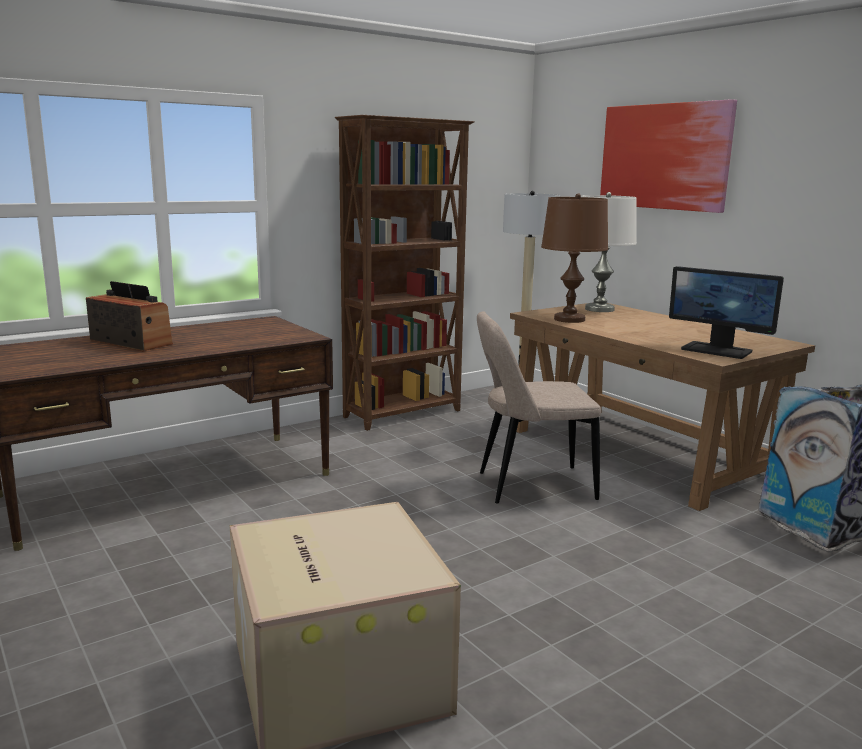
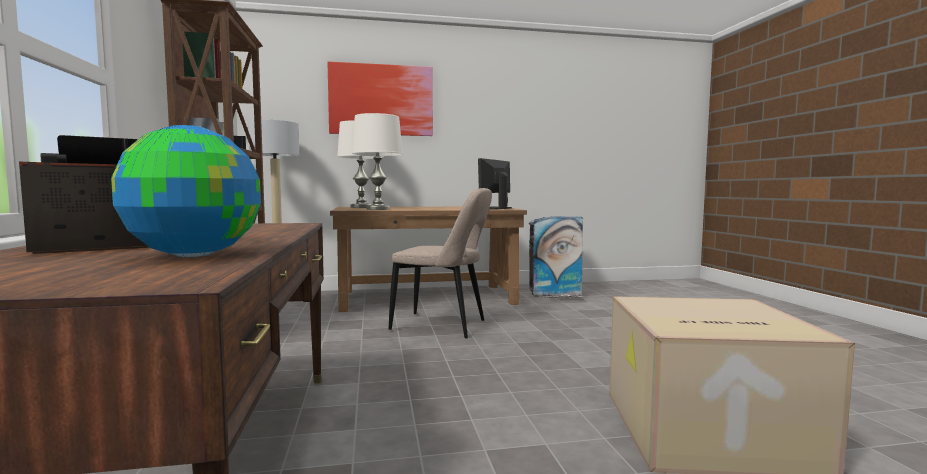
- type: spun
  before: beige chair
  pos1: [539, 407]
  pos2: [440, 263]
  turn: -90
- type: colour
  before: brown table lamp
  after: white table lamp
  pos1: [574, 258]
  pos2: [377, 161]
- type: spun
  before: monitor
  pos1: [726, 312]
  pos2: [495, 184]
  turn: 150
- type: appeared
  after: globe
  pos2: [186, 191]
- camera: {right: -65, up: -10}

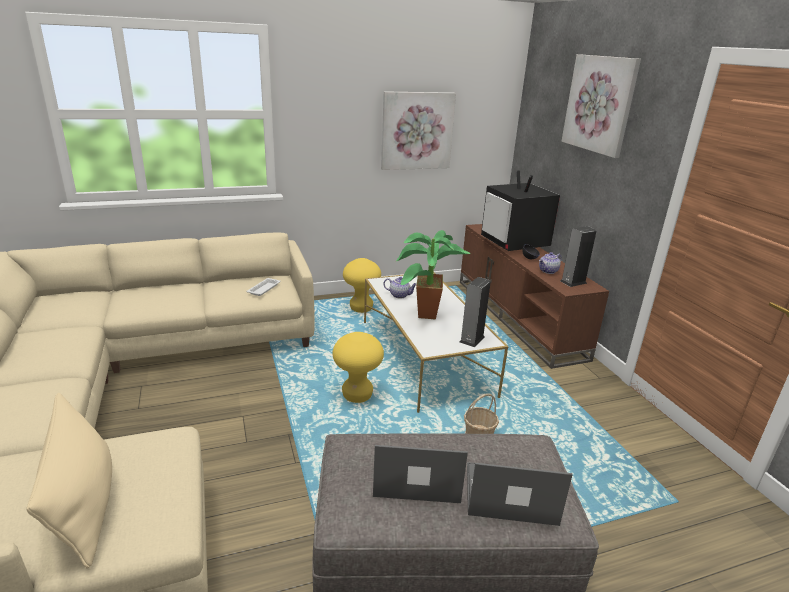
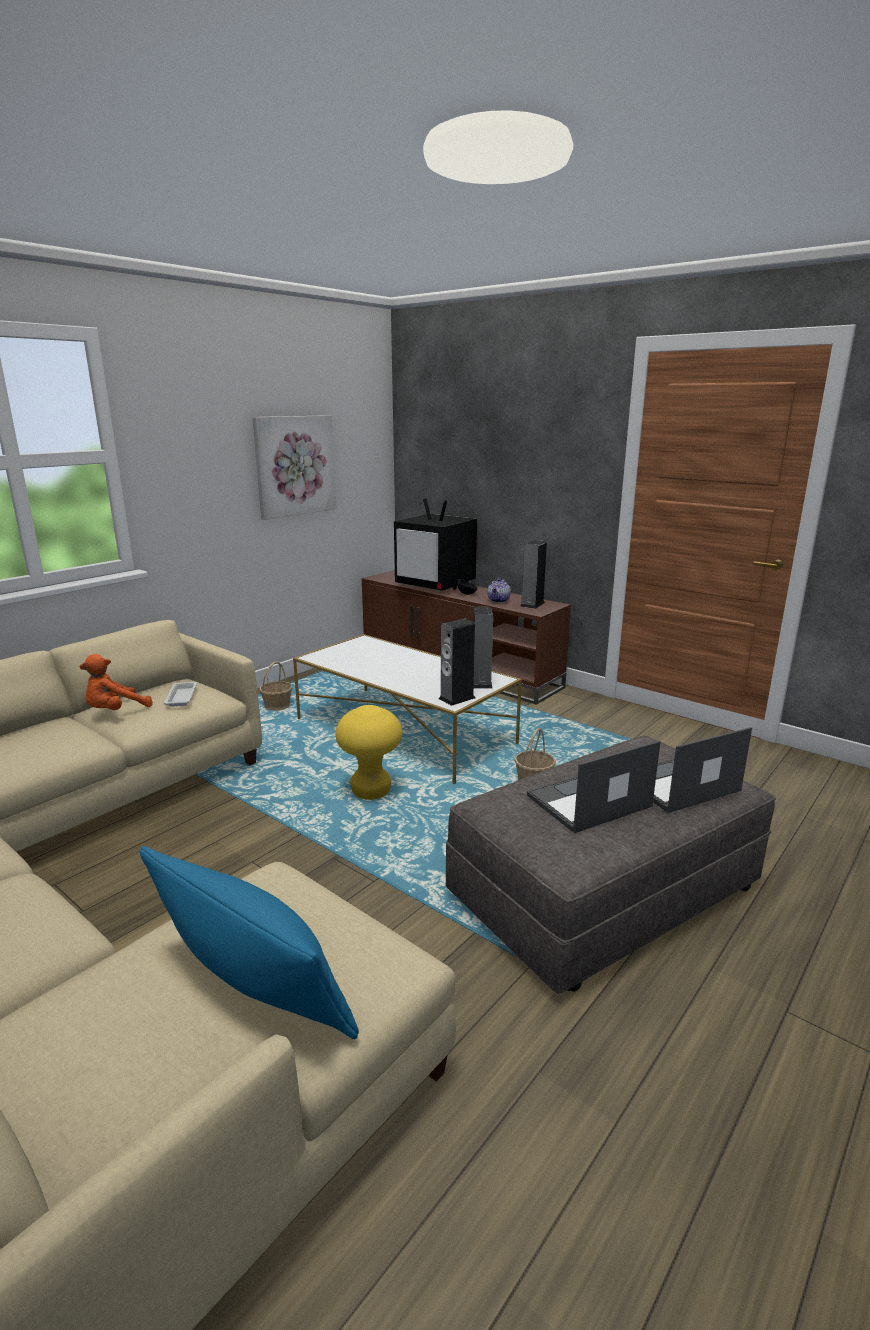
- type: colour
  before: beige pillow
  after: blue pillow
  pos1: [69, 481]
  pos2: [249, 942]
- type: exchanged
  before: yellow stool
  after: basket
  pos1: [362, 285]
  pos2: [275, 686]
- type: missing
  before: teapot
  pos1: [400, 288]
- type: missing
  before: potted plant
  pos1: [433, 275]
- type: missing
  before: picture
  pos1: [601, 106]
- type: appeared
  after: orange plush toy
  pos2: [116, 682]
- type: appeared
  after: speaker
  pos2: [457, 662]
- camera: {right: -30, up: -5}

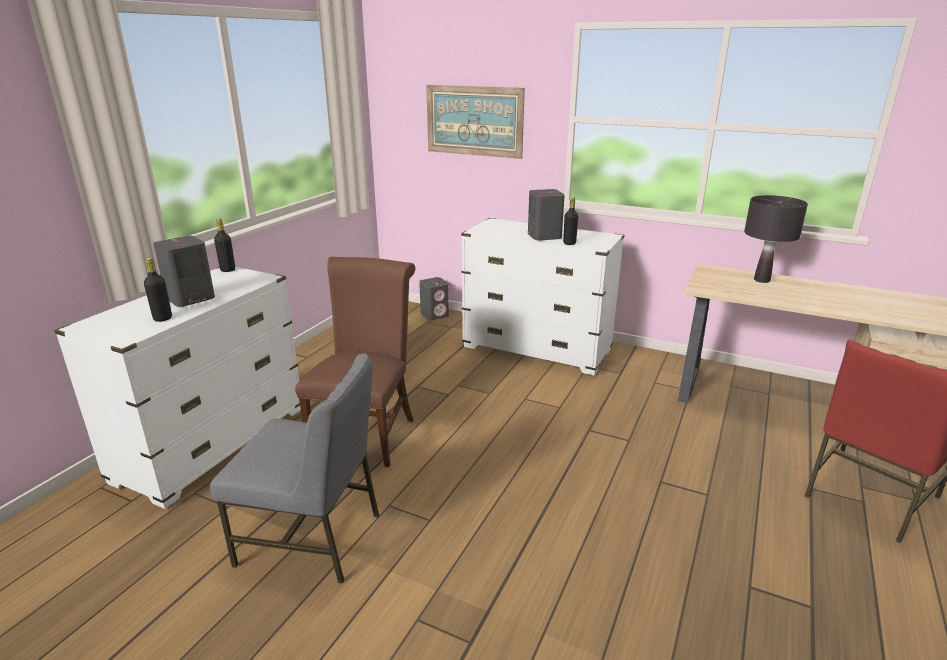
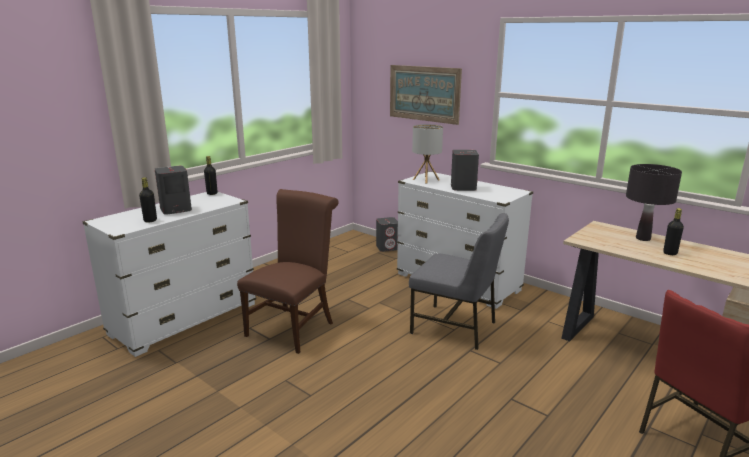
- type: relocated
  before: grey chair
  pos1: [294, 468]
  pos2: [459, 281]
- type: relocated
  before: black bottle
  pos1: [571, 221]
  pos2: [673, 231]
- type: appeared
  after: table lamp
  pos2: [427, 153]
- camera: {right: 15, up: -5}

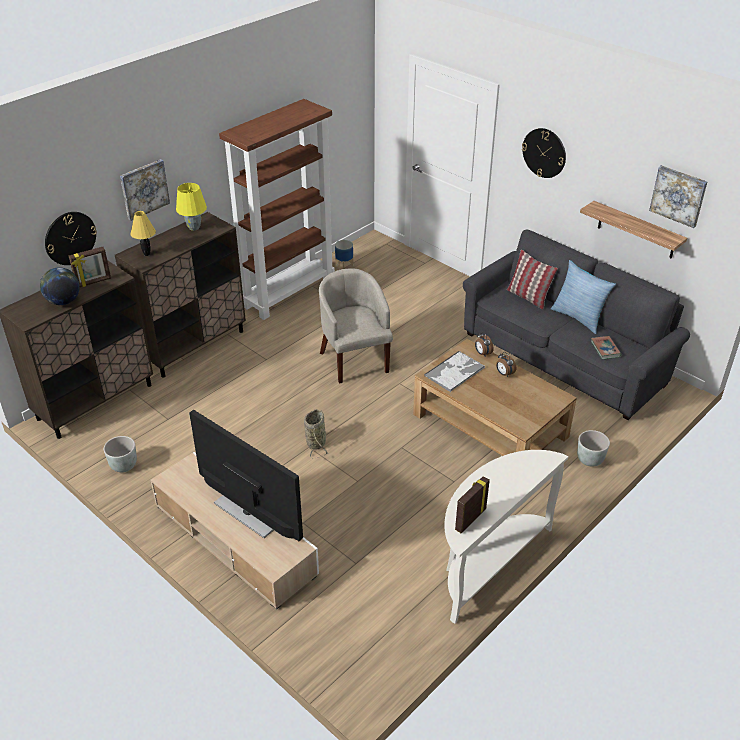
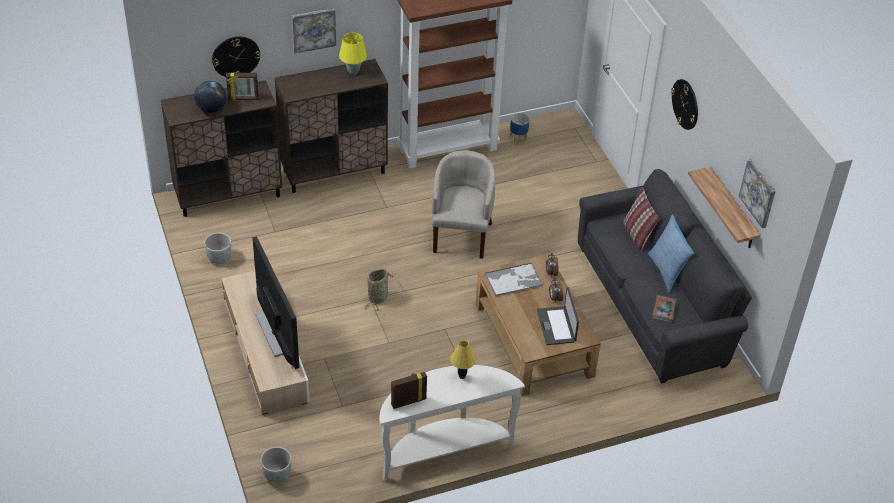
- type: relocated
  before: yellow table lamp
  pos1: [143, 233]
  pos2: [463, 359]
- type: relocated
  before: grey planter
  pos1: [593, 448]
  pos2: [276, 465]
- type: appeared
  after: laptop
  pos2: [558, 316]
- camera: {right: 25, up: 5}

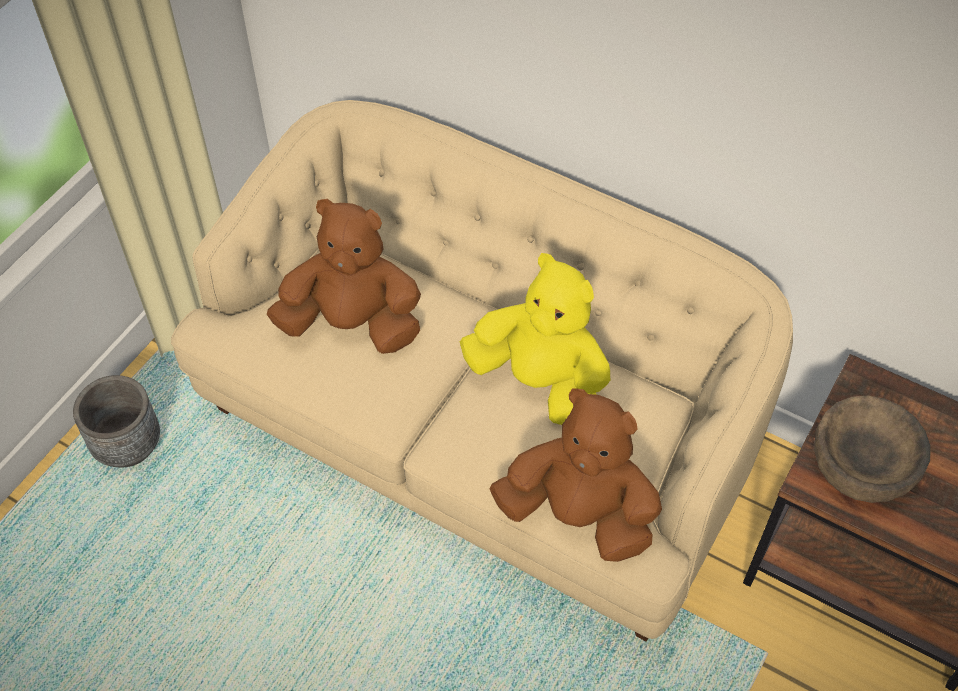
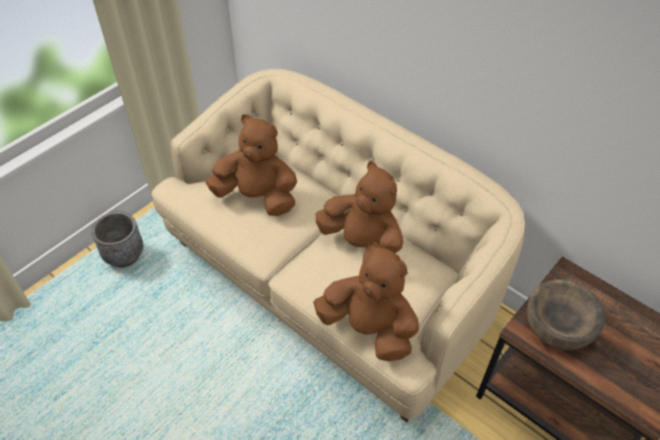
- type: colour
  before: yellow plush toy
  after: brown plush toy
  pos1: [535, 339]
  pos2: [359, 212]
- camera: {right: 10, up: -5}

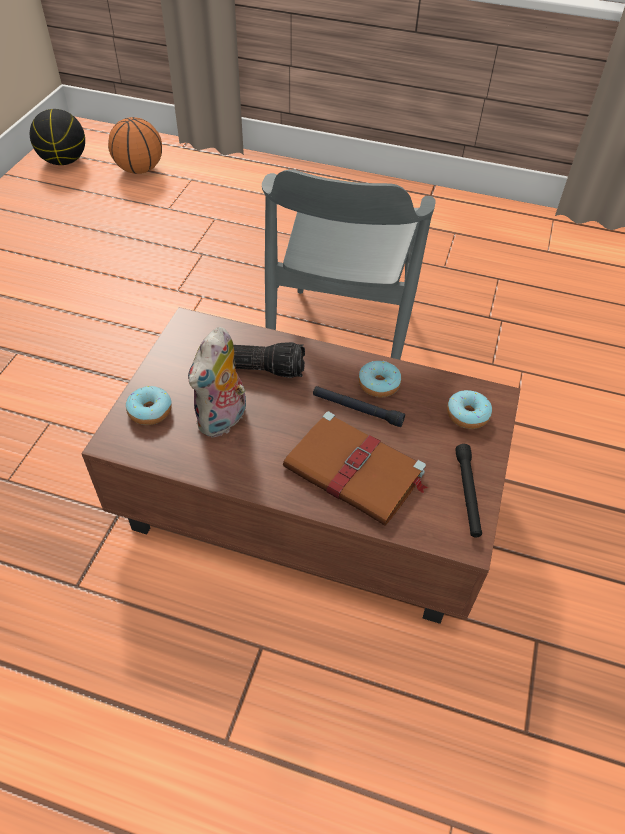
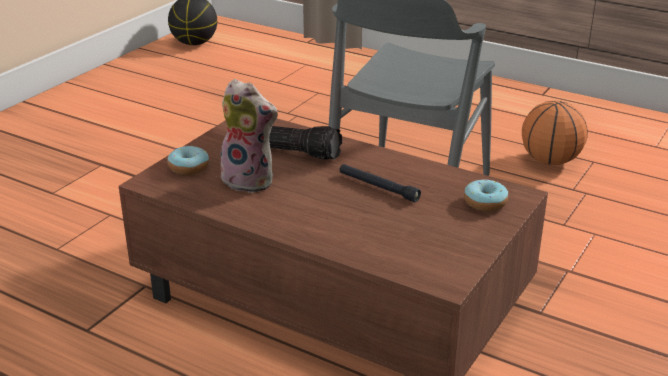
- type: relocated
  before: basketball
  pos1: [135, 145]
  pos2: [555, 132]
- type: spun
  before: plush toy
  pos1: [217, 382]
  pos2: [248, 136]
  turn: -105
- type: missing
  before: brown book
  pos1: [355, 468]
- type: missing
  before: donut
  pos1: [379, 379]
- type: missing
  before: black flashlight
  pos1: [468, 491]
- camera: {right: 15, up: -20}

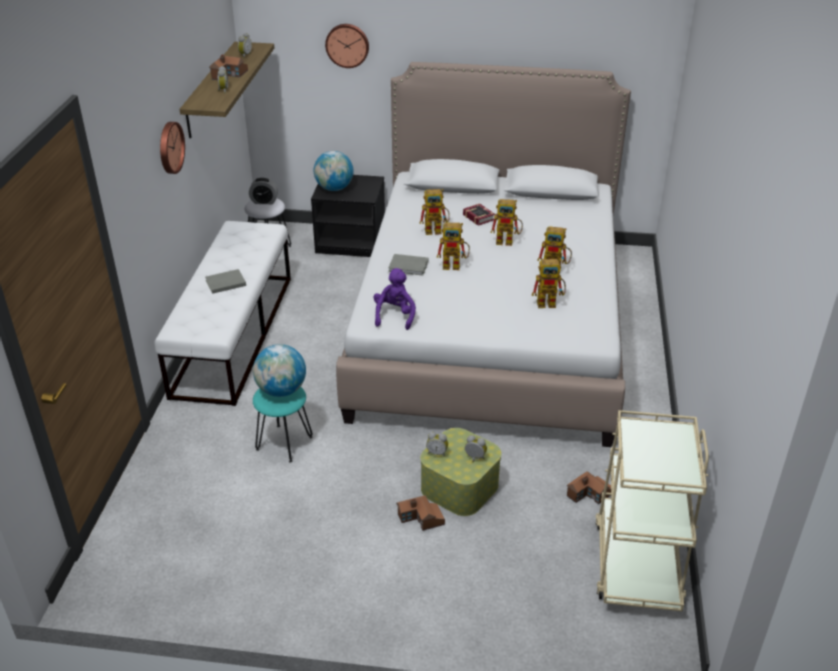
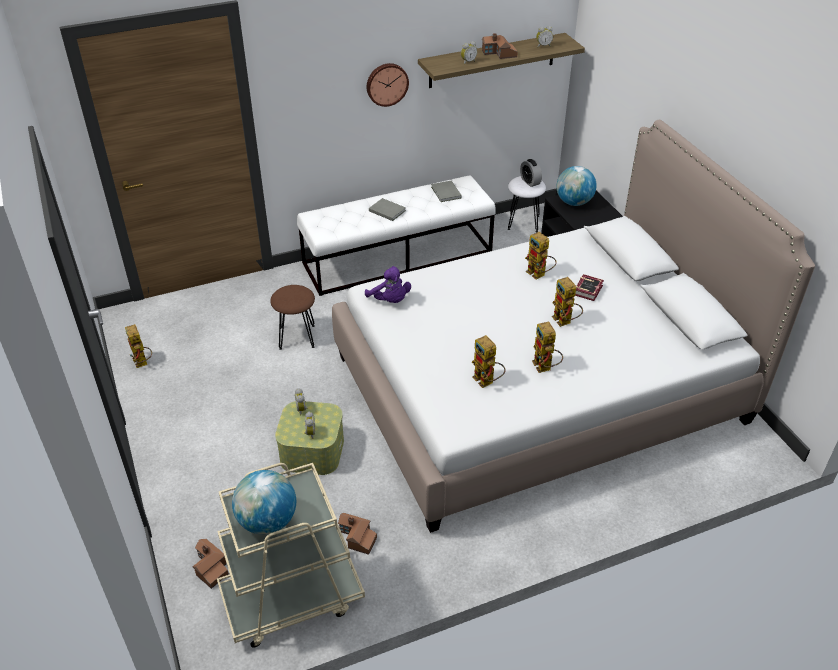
- type: relocated
  before: globe
  pos1: [279, 370]
  pos2: [264, 502]
- type: colour
  before: turquoise stool
  after: brown stool
  pos1: [283, 425]
  pos2: [292, 317]
- type: missing
  before: wall clock
  pos1: [347, 46]
- type: spun
  before: purple plush toy
  pos1: [395, 299]
  pos2: [388, 284]
  turn: 75
- type: relocated
  before: grey book
  pos1: [408, 265]
  pos2: [446, 191]
- type: relocated
  before: toy house
  pos1: [420, 513]
  pos2: [211, 564]
- type: relocated
  before: toy robot
  pos1: [453, 246]
  pos2: [138, 346]
- camera: {right: 60, up: 5}

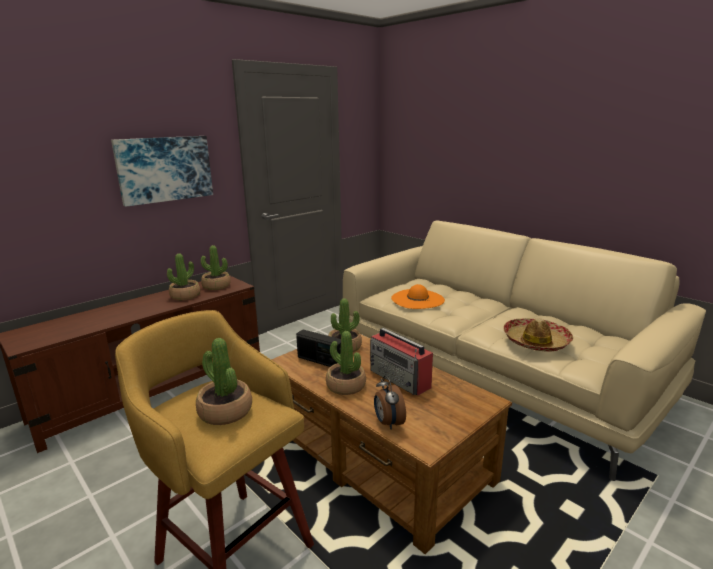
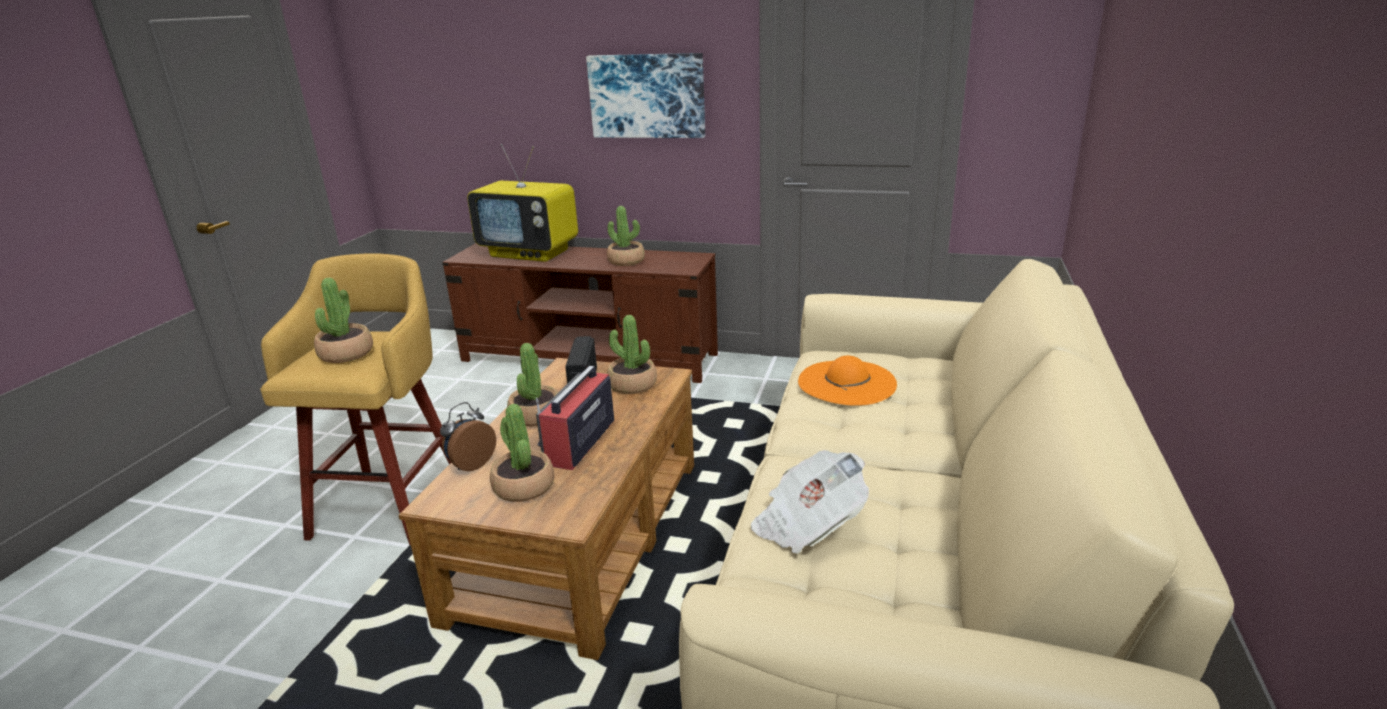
- type: relocated
  before: potted plant
  pos1: [216, 267]
  pos2: [522, 453]
- type: exchanged
  before: hat
  after: newspaper
  pos1: [538, 335]
  pos2: [810, 502]
- type: appeared
  after: television
  pos2: [522, 203]
- camera: {right: 60, up: 5}

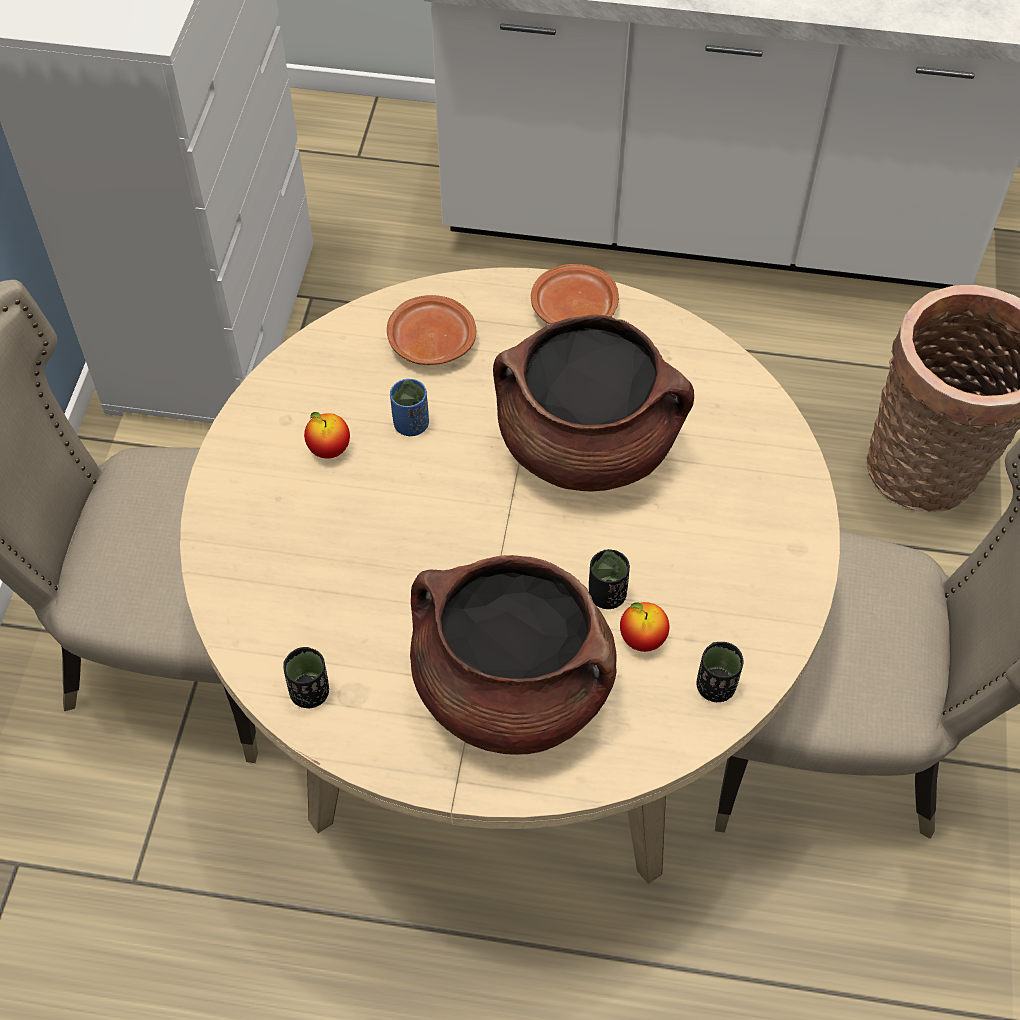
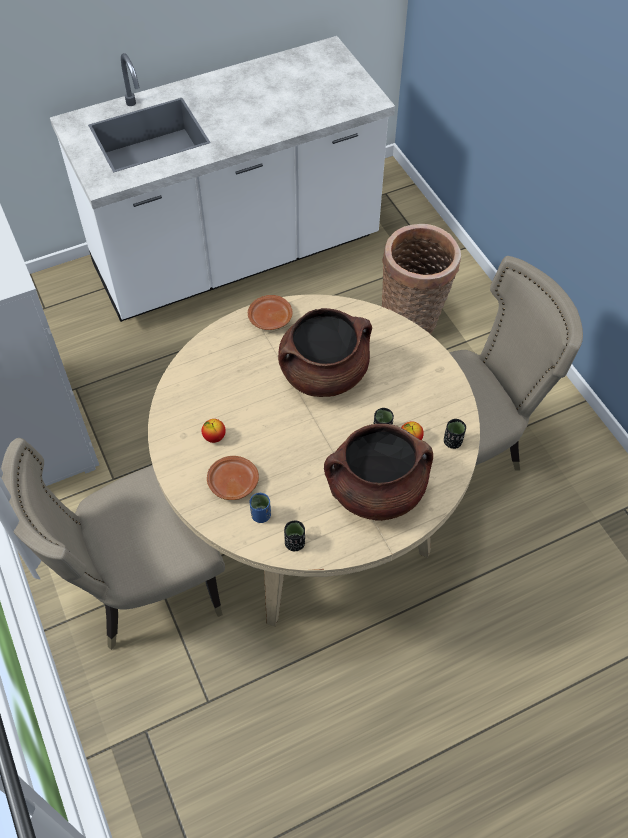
- type: relocated
  before: brown plate
  pos1: [431, 330]
  pos2: [233, 478]
- type: relocated
  before: blue cup
  pos1: [409, 407]
  pos2: [260, 508]
- camera: {right: -35, up: 0}

